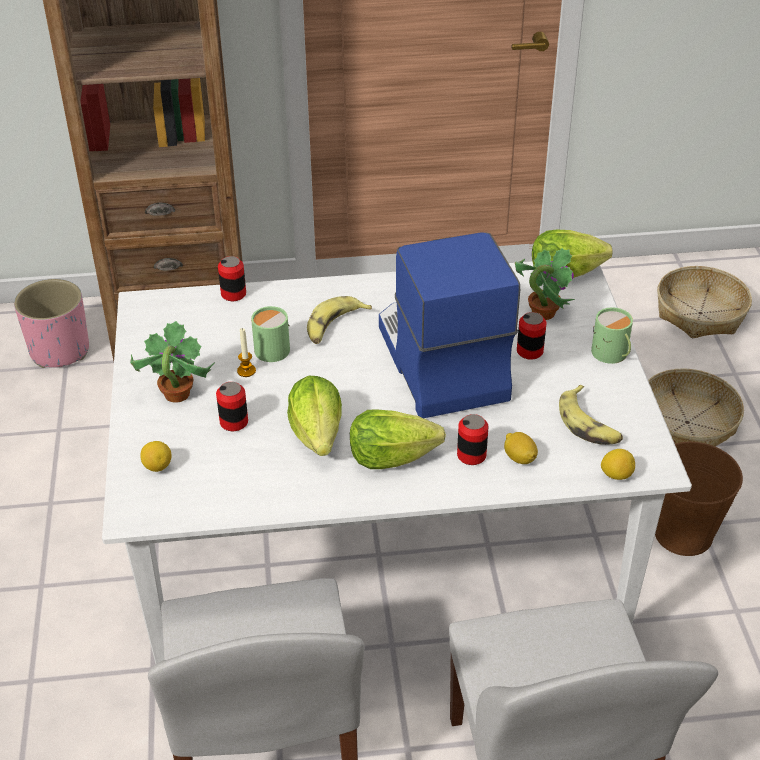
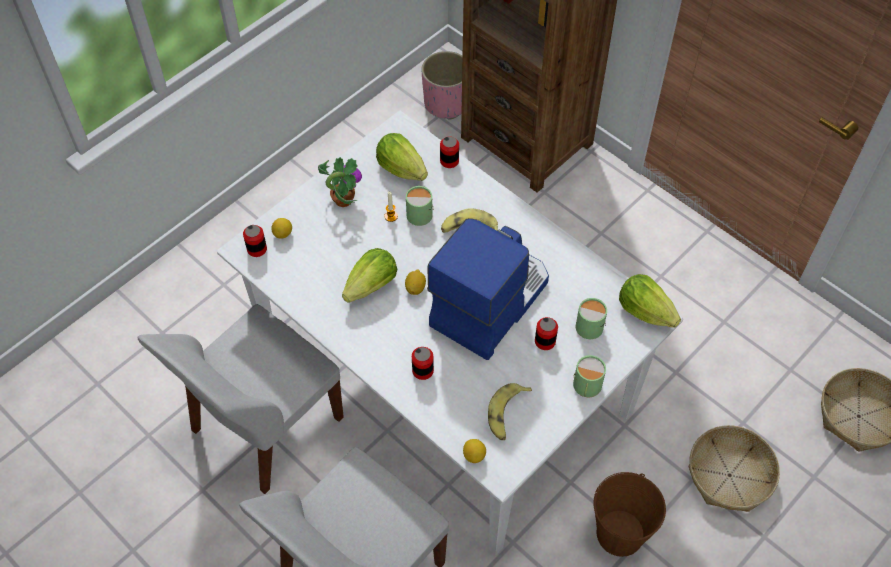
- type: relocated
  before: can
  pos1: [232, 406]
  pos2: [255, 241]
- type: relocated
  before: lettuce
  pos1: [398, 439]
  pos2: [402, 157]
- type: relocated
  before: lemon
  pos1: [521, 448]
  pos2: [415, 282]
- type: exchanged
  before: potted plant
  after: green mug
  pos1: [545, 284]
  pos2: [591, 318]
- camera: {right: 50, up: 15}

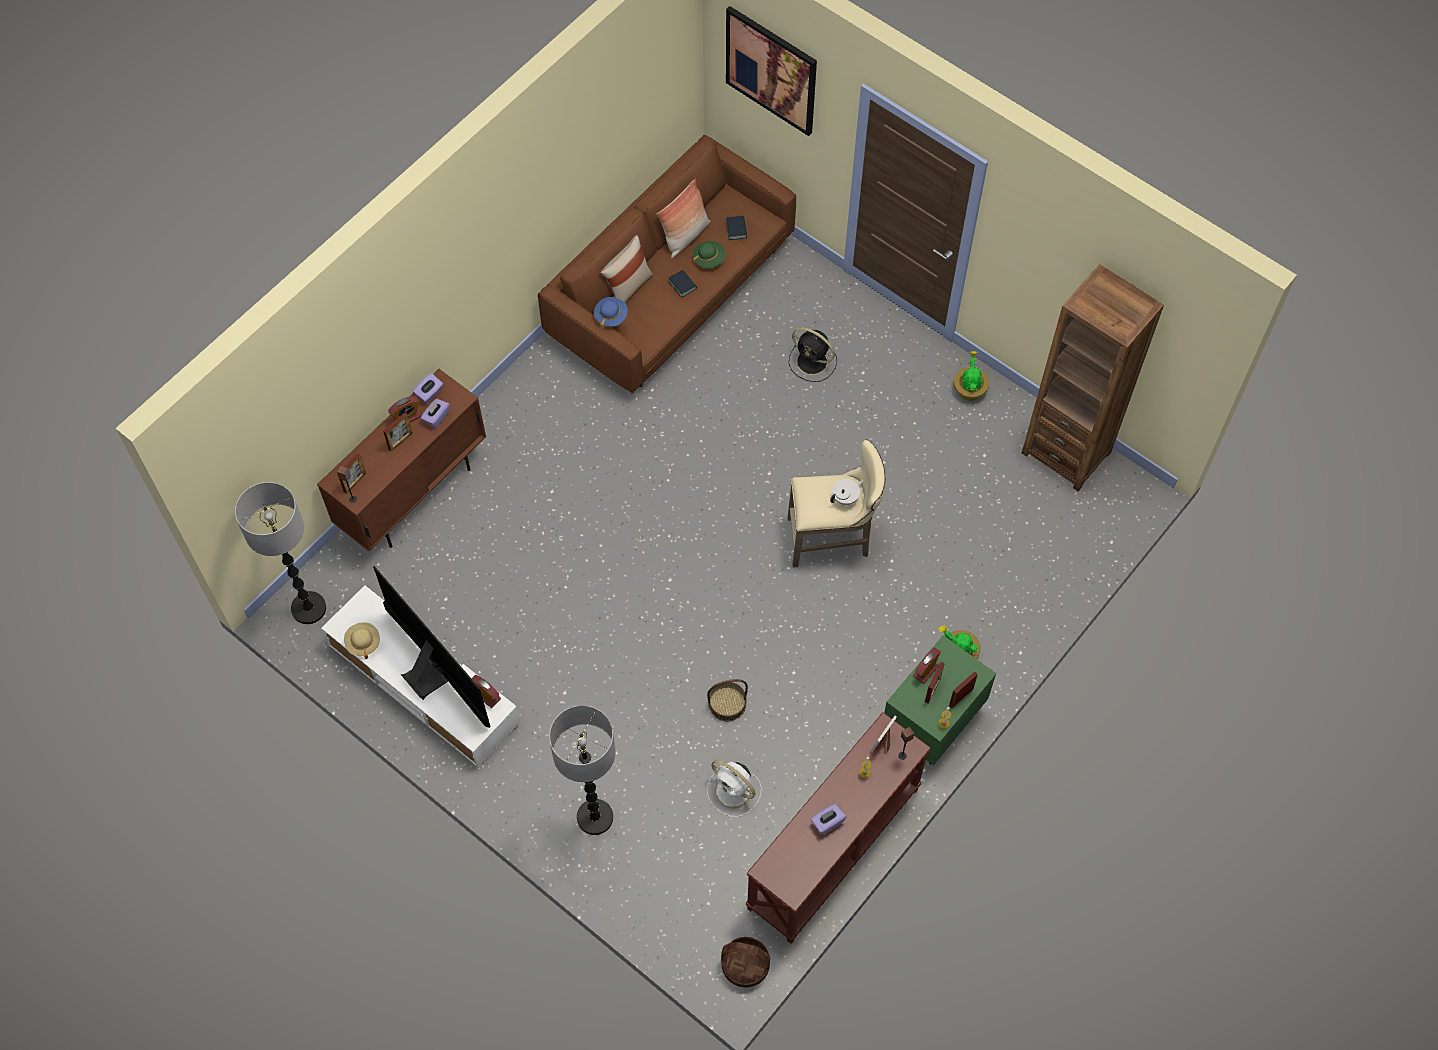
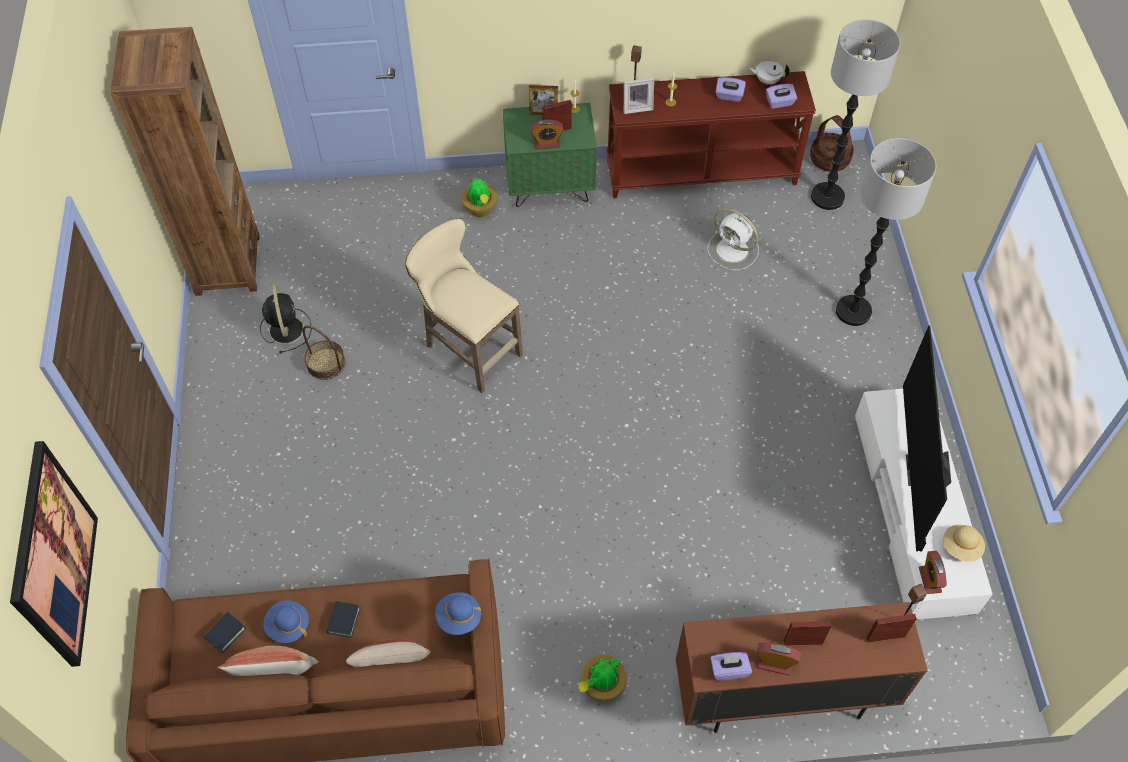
- type: relocated
  before: floor lamp
  pos1: [280, 553]
  pos2: [855, 114]
- type: relocated
  before: purple tissue box
  pos1: [435, 413]
  pos2: [781, 96]
- type: relocated
  before: alarm clock
  pos1: [486, 691]
  pos2: [933, 572]
- type: colour
  before: green hat
  after: blue hat
  pos1: [709, 254]
  pos2: [286, 621]
- type: relocated
  before: basket
  pos1: [727, 700]
  pos2: [324, 353]
- type: spun
  before: white fan
  pos1: [734, 788]
  pos2: [733, 239]
  turn: 135
- type: relocated
  before: black fan
  pos1: [813, 355]
  pos2: [286, 318]
- type: relocated
  before: white teapot
  pos1: [847, 492]
  pos2: [768, 73]
- type: relocated
  before: potted plant
  pos1: [971, 376]
  pos2: [602, 678]
- camera: {right: -135, up: -5}

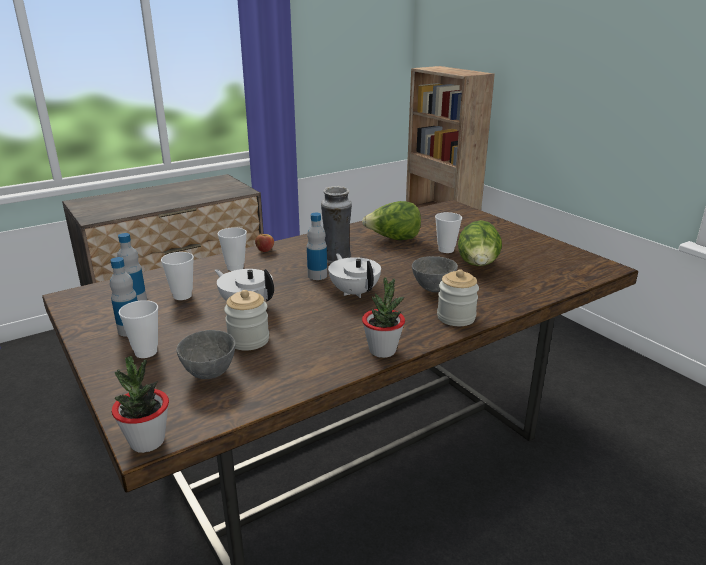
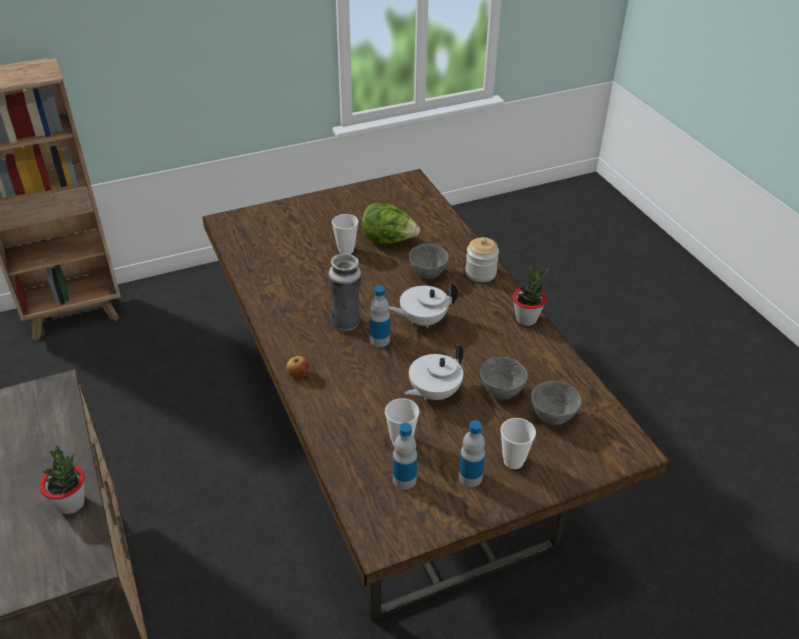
- type: relocated
  before: potted plant
  pos1: [140, 404]
  pos2: [62, 479]
- type: missing
  before: cup
  pos1: [232, 249]
- type: exchanged
  before: jar
  after: grey bowl
  pos1: [246, 320]
  pos2: [504, 378]
- type: missing
  before: lettuce
  pos1: [391, 220]
- camera: {right: -80, up: 15}

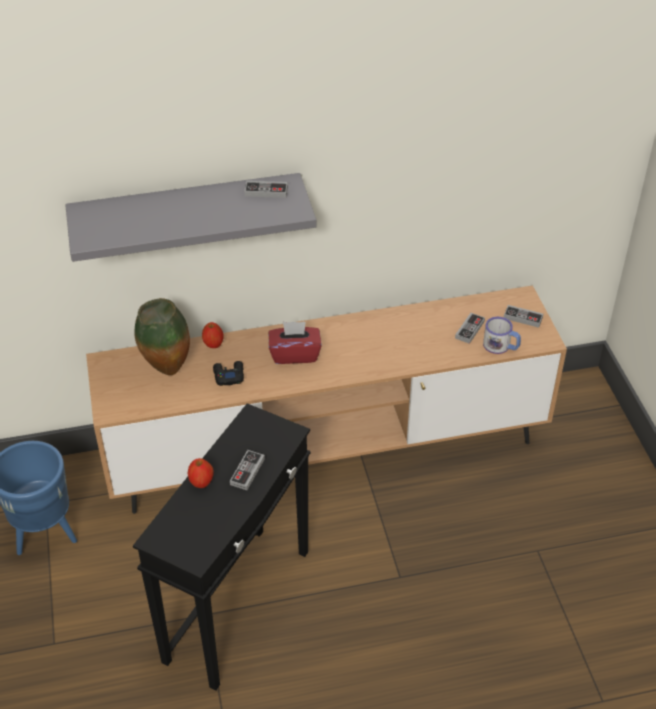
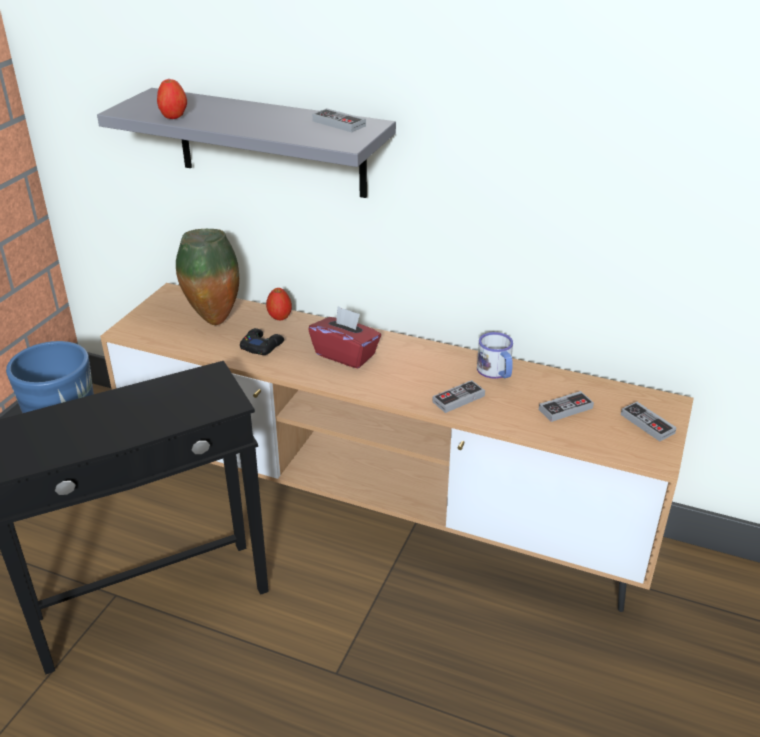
- type: relocated
  before: apple
  pos1: [201, 473]
  pos2: [172, 99]
- type: relocated
  before: game controller
  pos1: [247, 470]
  pos2: [458, 396]
- type: relocated
  before: mug
  pos1: [502, 335]
  pos2: [495, 355]
- camera: {right: 35, up: -10}

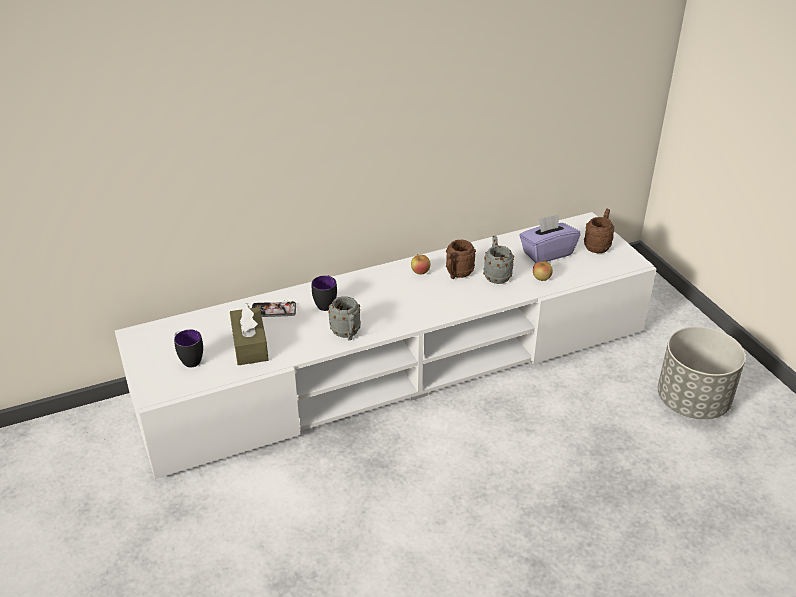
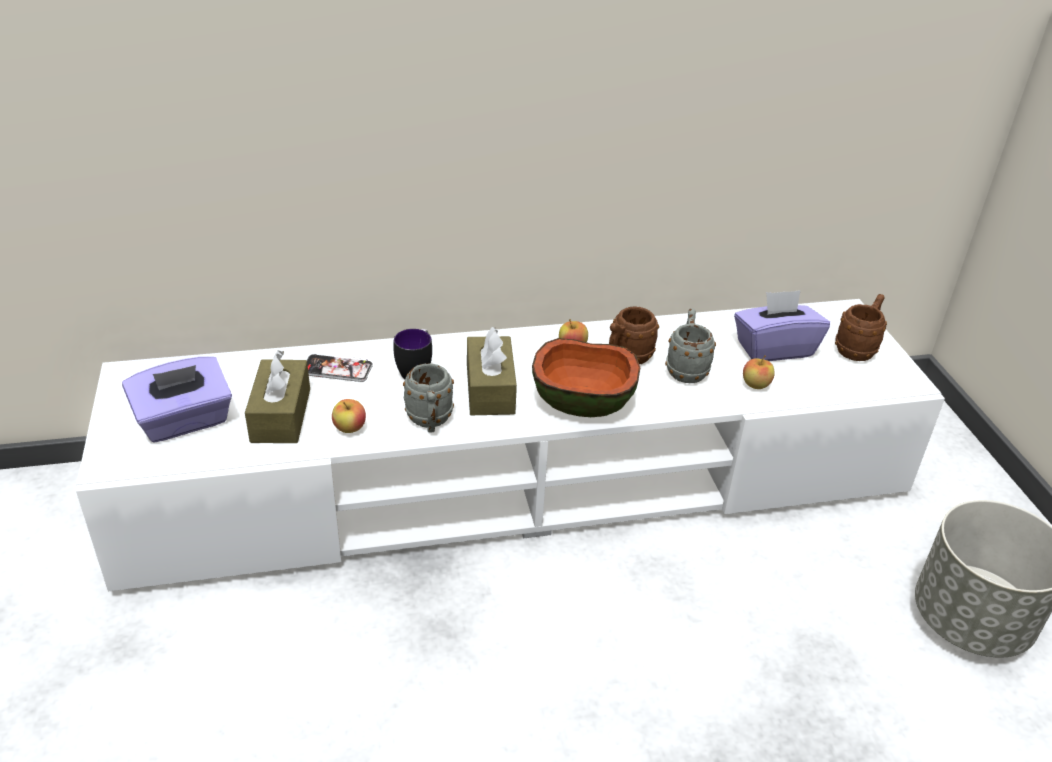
- type: exchanged
  before: mug
  after: purple tissue box
  pos1: [188, 348]
  pos2: [177, 400]
- type: appeared
  after: apple
  pos2: [349, 416]
- type: appeared
  after: brown tissue box
  pos2: [492, 371]
- type: appeared
  after: bowl
  pos2: [586, 377]
- camera: {right: 10, up: 0}

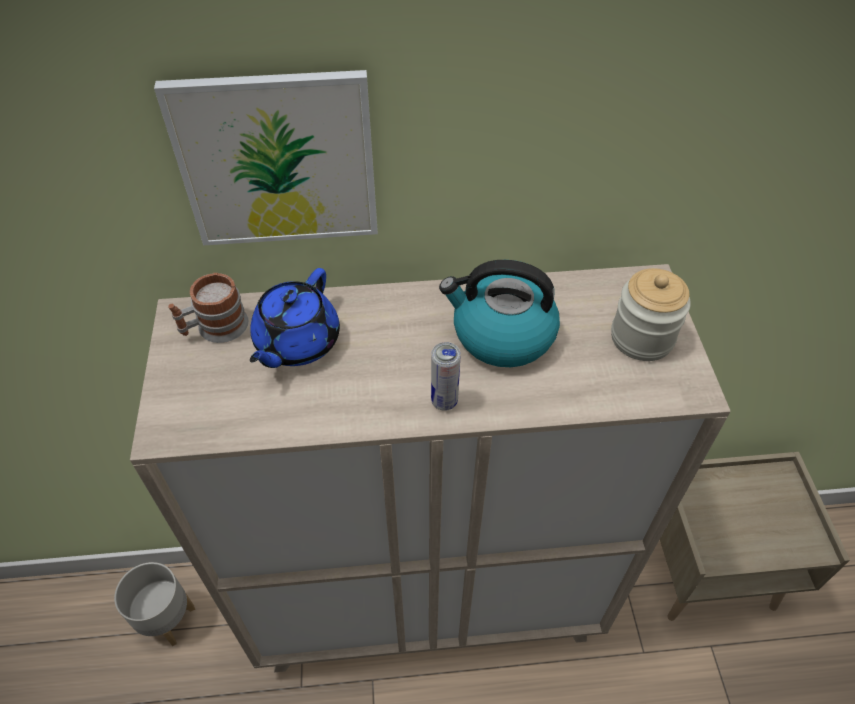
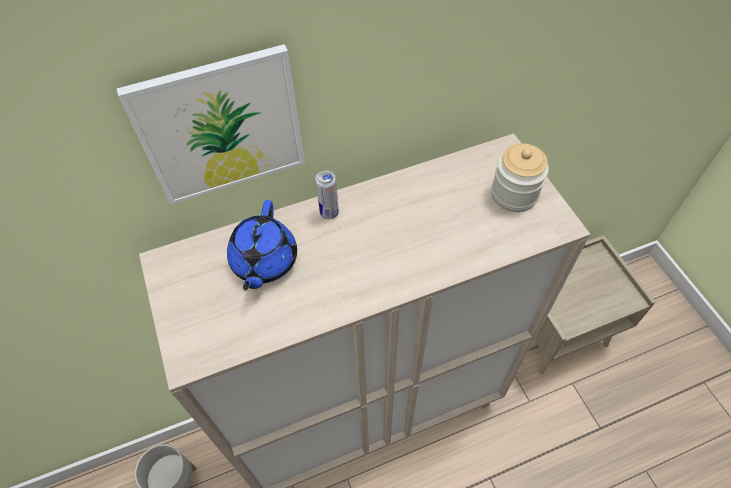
- type: missing
  before: mug
  pos1: [208, 308]
- type: relocated
  before: can
  pos1: [445, 376]
  pos2: [327, 194]
- type: missing
  before: kettle
  pos1: [499, 313]
- camera: {right: -15, up: 5}

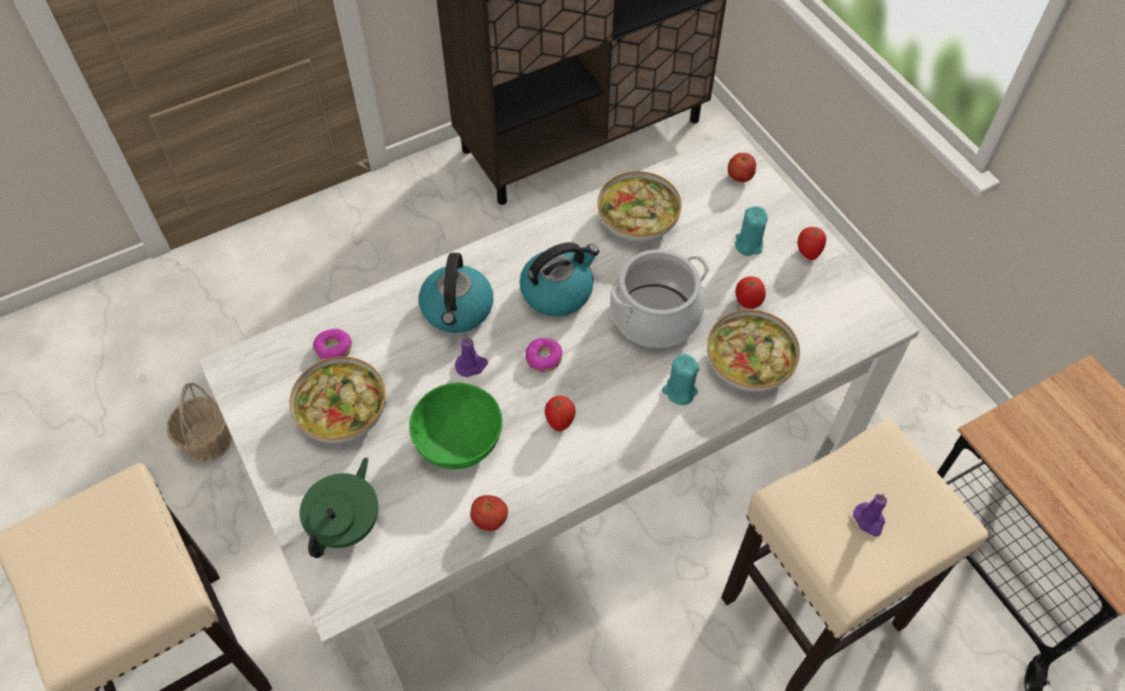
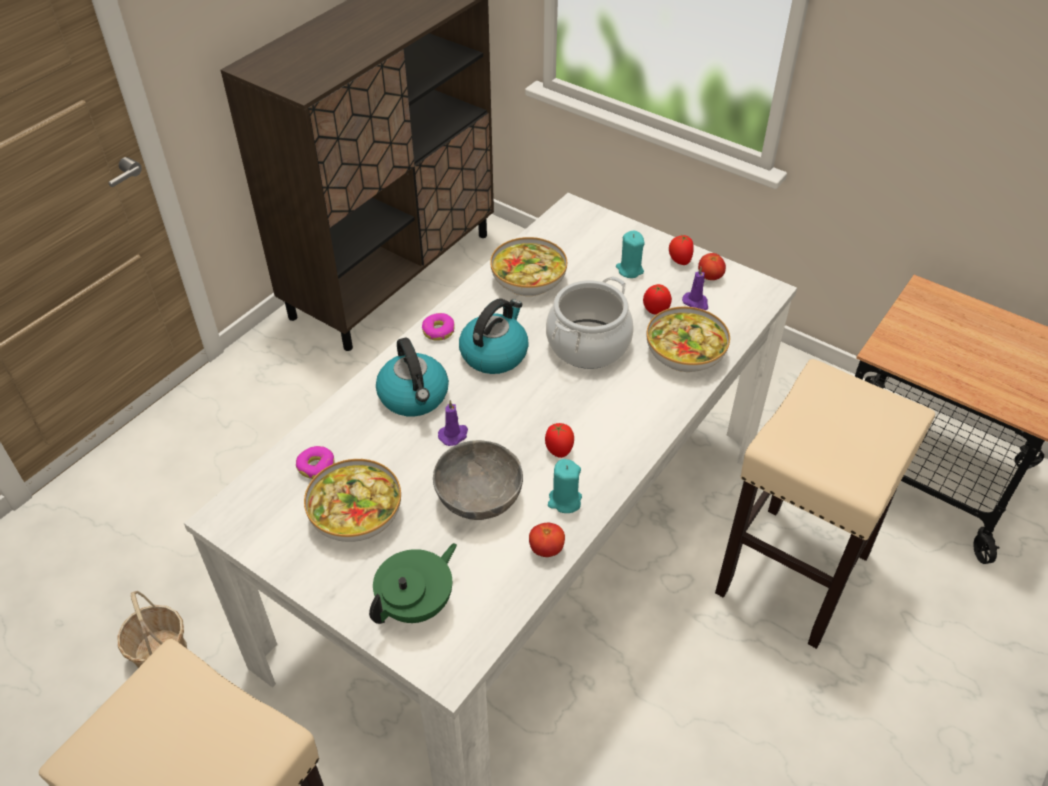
- type: spun
  before: green teapot
  pos1: [339, 507]
  pos2: [413, 583]
  turn: 45
- type: colour
  before: green bowl
  after: grey bowl
  pos1: [456, 425]
  pos2: [478, 480]
- type: relocated
  before: donut
  pos1: [543, 355]
  pos2: [438, 327]
- type: relocated
  before: turquoise candle
  pos1: [681, 379]
  pos2: [565, 486]
- type: relocated
  before: tomato
  pos1: [742, 167]
  pos2: [712, 266]
- type: relocated
  before: purple candle
  pos1: [870, 515]
  pos2: [695, 288]
- camera: {right: -25, up: -10}

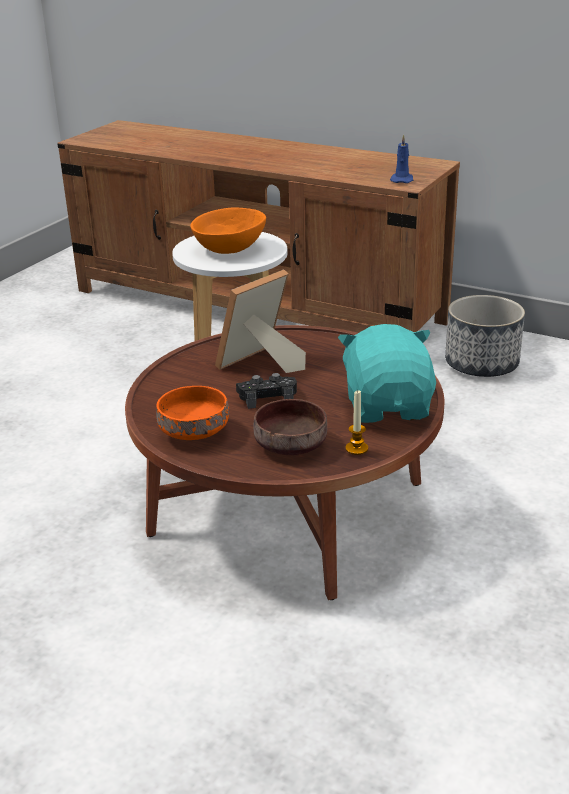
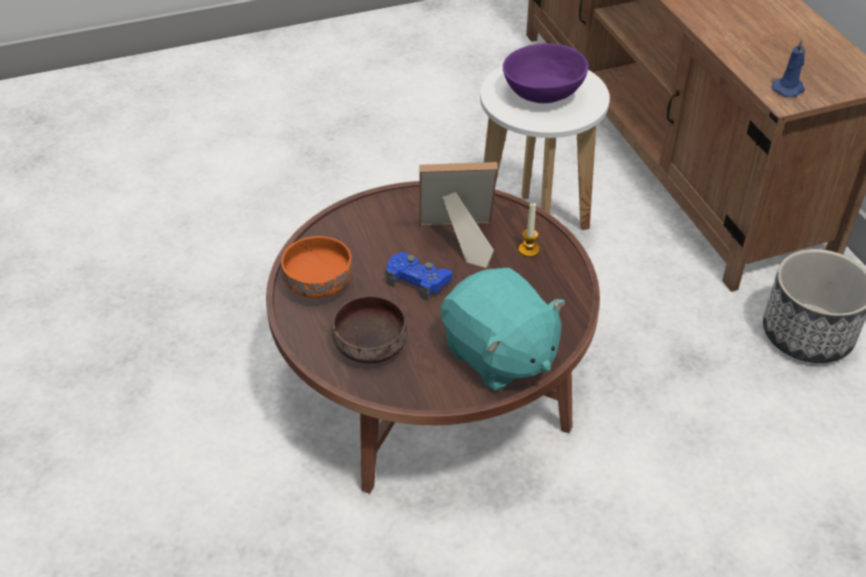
- type: colour
  before: orange bowl
  after: purple bowl
  pos1: [228, 230]
  pos2: [546, 73]
- type: colour
  before: black game controller
  after: blue game controller
  pos1: [266, 391]
  pos2: [419, 276]
- type: spun
  before: turquoise plush toy
  pos1: [387, 373]
  pos2: [503, 329]
  turn: 105
- type: relocated
  before: candle
  pos1: [357, 422]
  pos2: [529, 230]
- camera: {right: 40, up: 15}

